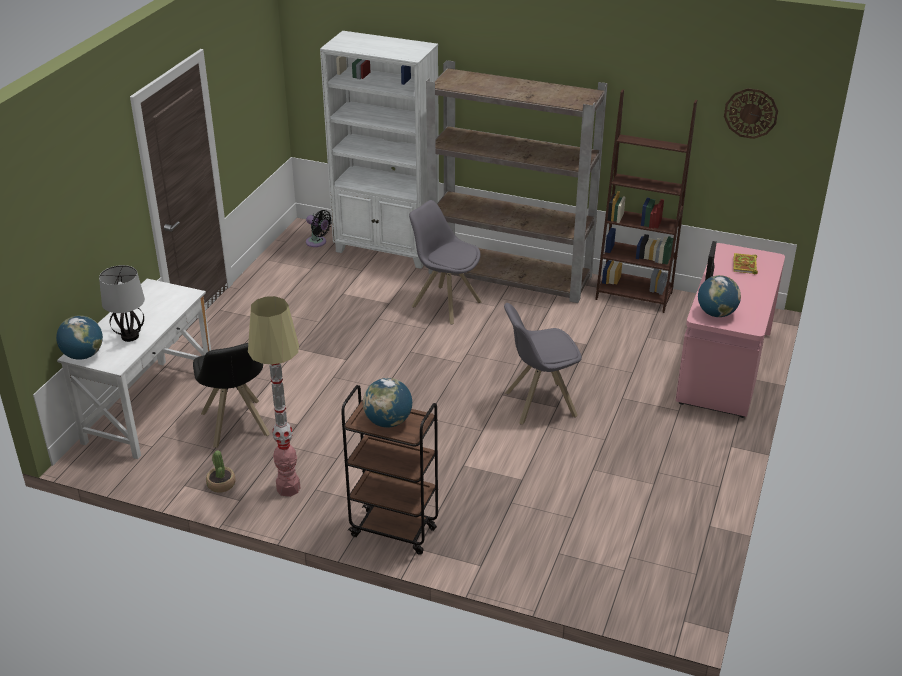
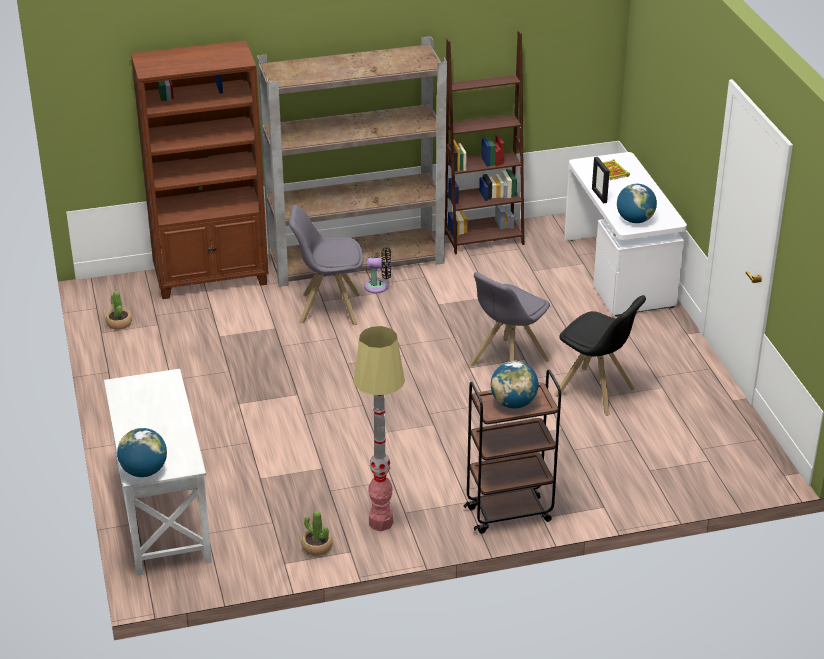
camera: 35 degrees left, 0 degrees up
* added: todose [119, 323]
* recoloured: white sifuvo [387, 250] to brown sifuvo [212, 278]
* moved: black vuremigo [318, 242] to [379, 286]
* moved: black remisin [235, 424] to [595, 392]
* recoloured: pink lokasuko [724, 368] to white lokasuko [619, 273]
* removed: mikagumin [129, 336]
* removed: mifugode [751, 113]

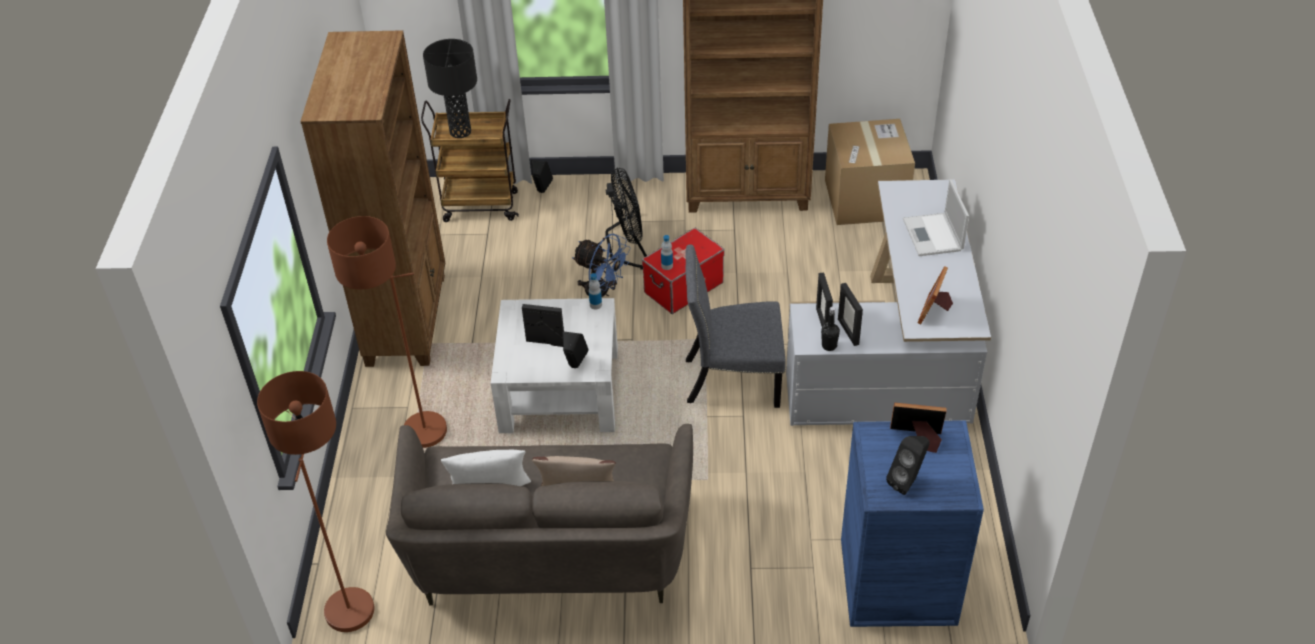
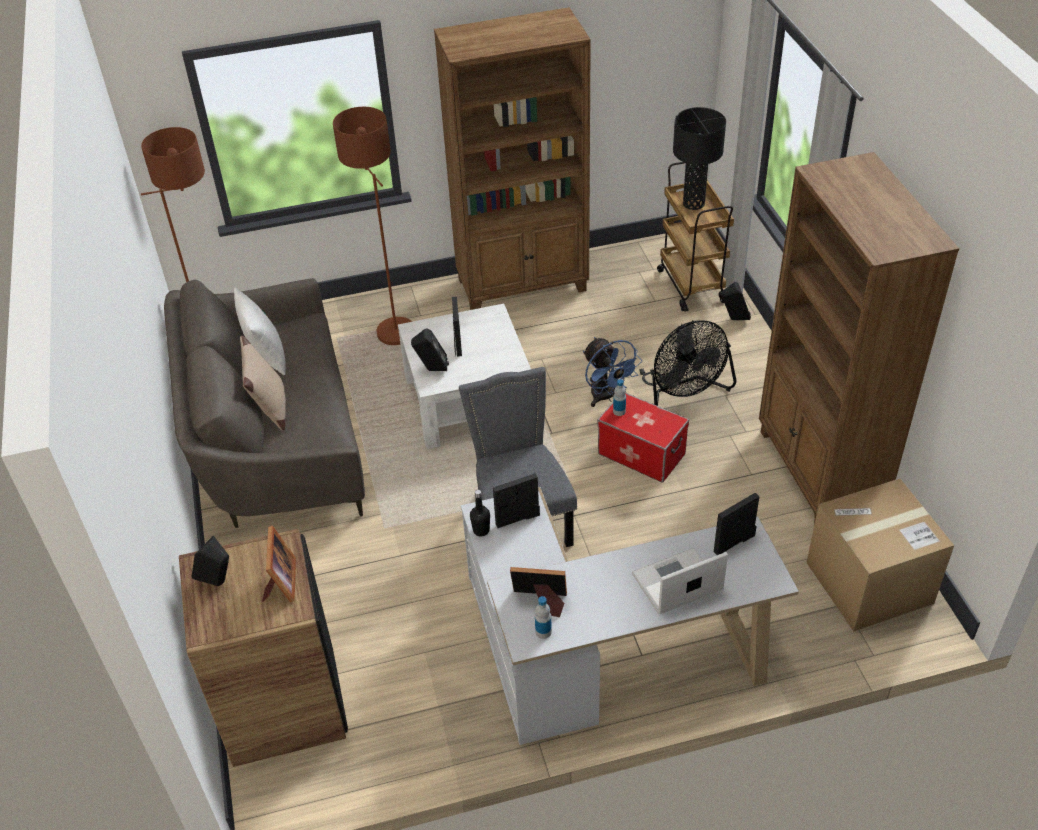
camera: 75 degrees right, 0 degrees up
* recoloured: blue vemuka [897, 580] to brown vemuka [283, 704]
* moved: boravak [595, 305] to [543, 632]
* turned: blue vuremigo [602, 293] = [606, 397] 45 degrees counterclockwise
* moved: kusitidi [849, 331] to [734, 543]

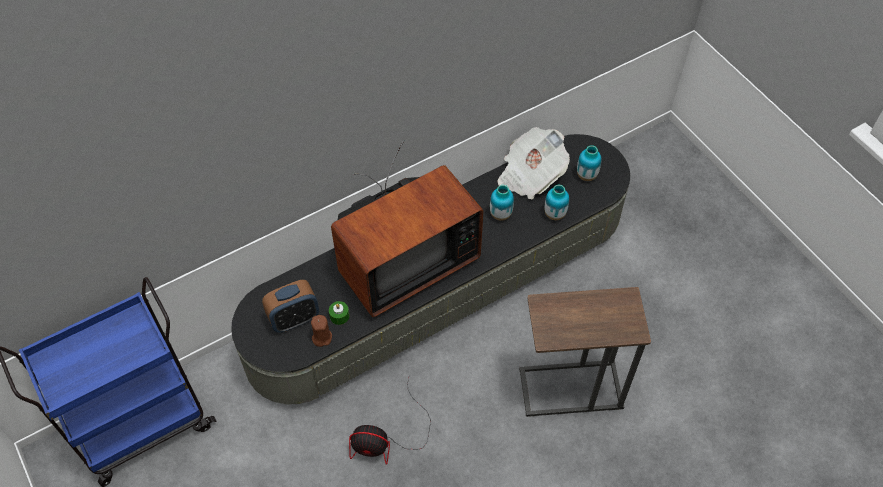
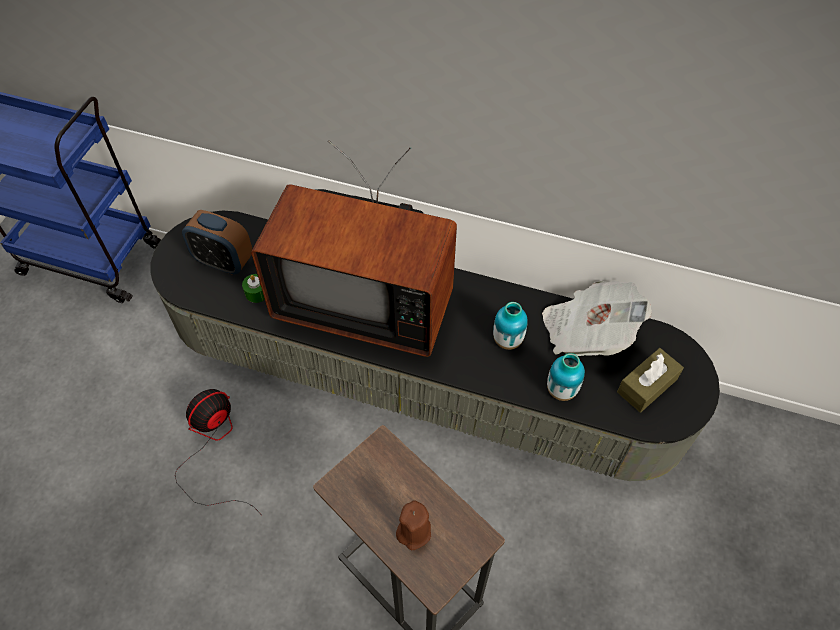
camera: 50 degrees right, 0 degrees up
* turned: vuremigo [387, 439] = [213, 447] 75 degrees clockwise
* moved: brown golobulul [322, 337] to [414, 532]
* replaced: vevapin [586, 176] to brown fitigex [647, 386]

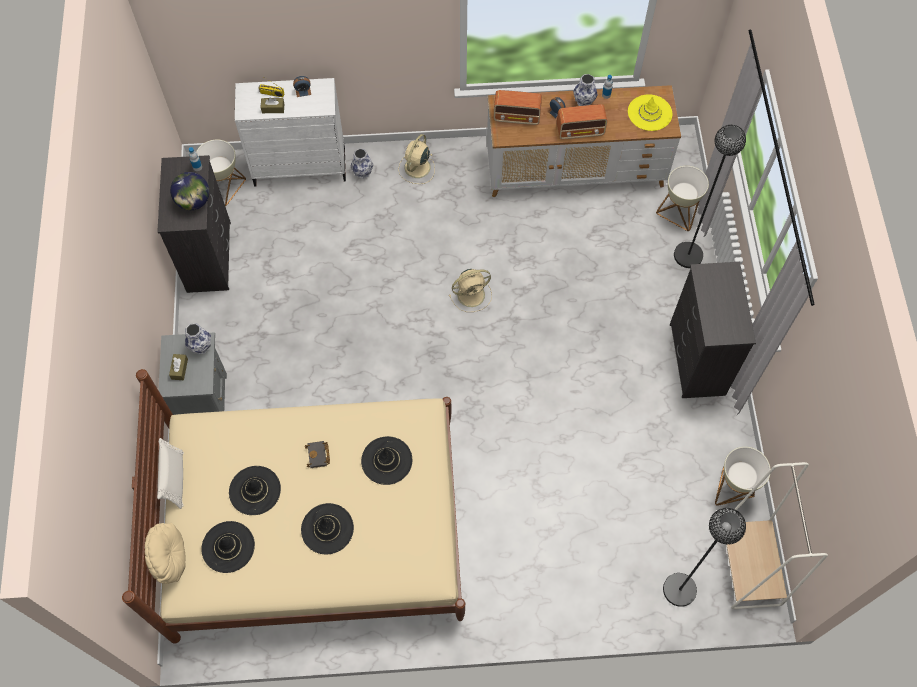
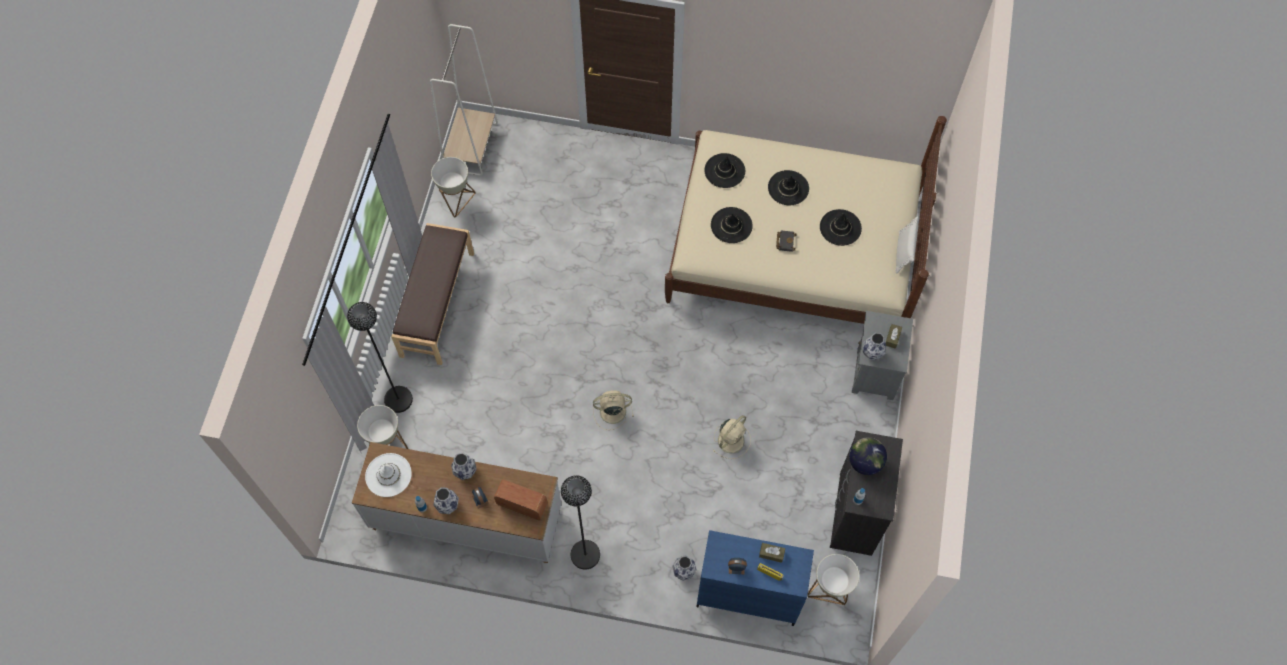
camera: 165 degrees left, 0 degrees up
* recoloured: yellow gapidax [649, 113] to white gapidax [388, 475]
* replaced: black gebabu [696, 360] to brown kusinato [436, 304]
* replaced: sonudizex [580, 131] to vevapin [465, 472]
* moved: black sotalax [679, 590] to [585, 554]
* recoloured: white gebabu [300, 166] to blue gebabu [747, 596]
* moved: black gapidax [228, 547] to [724, 171]
* moved: beige vuremigo [416, 168] to [731, 440]
* removed: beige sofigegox [171, 559]

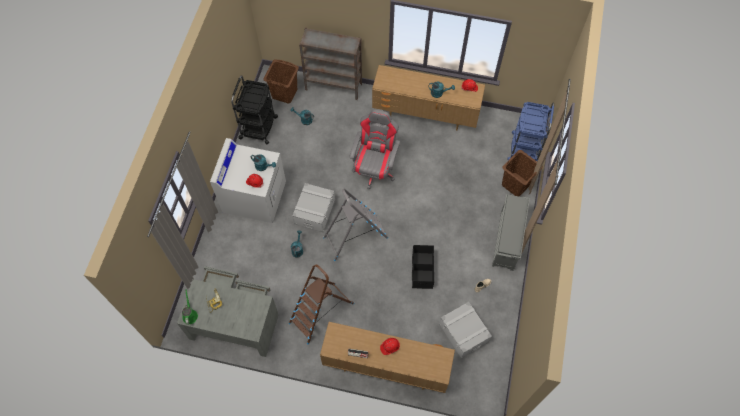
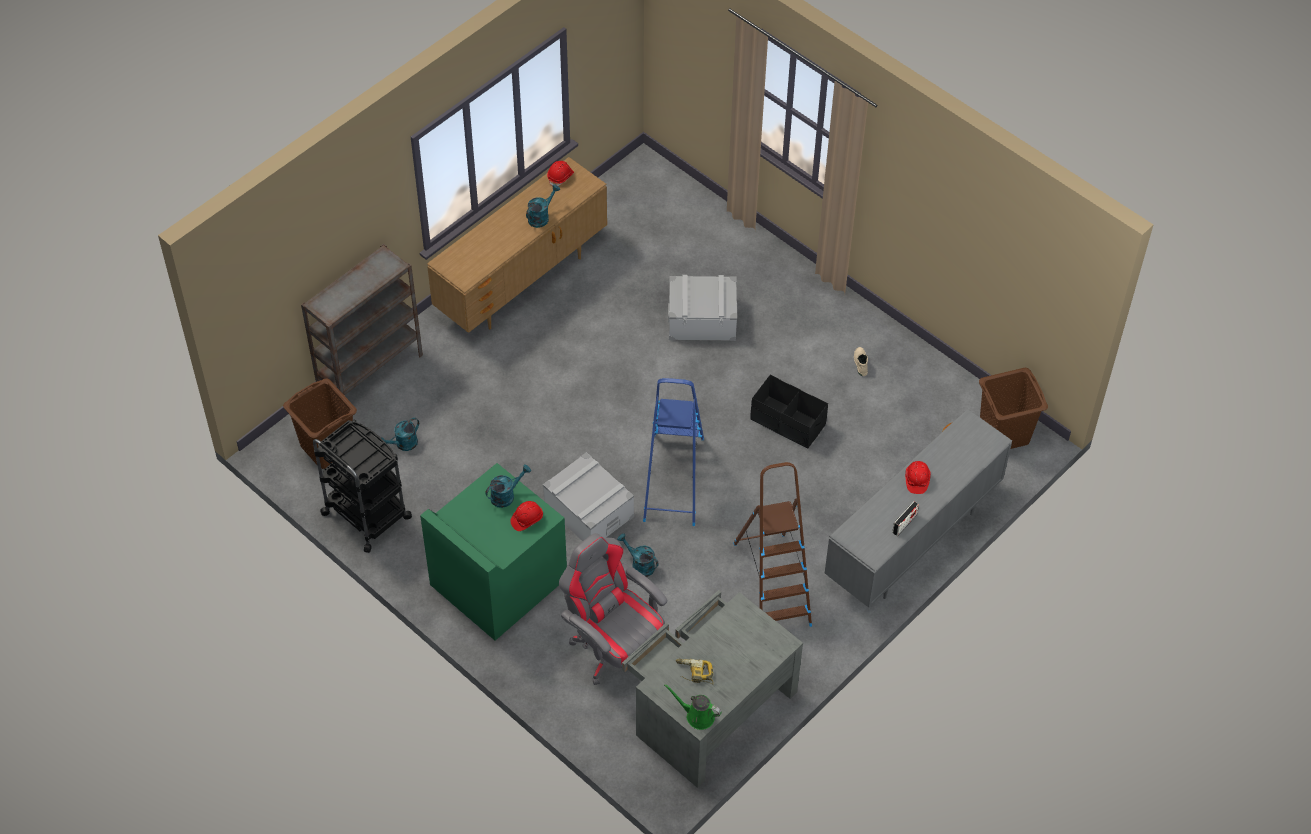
camera: 60 degrees left, 10 degrees down
* recoloured: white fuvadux [254, 196] to green fuvadux [498, 580]
* moved: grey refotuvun [374, 169] to [615, 649]
* recoloured: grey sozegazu [356, 237] to blue sozegazu [673, 478]
* moved: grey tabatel [463, 333] to [702, 319]
* recoloured: brown gebabu [386, 366] to grey gebabu [911, 542]
* moved: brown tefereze [515, 185] to [1004, 433]
* removed: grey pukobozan [507, 241]
* removed: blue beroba [524, 149]

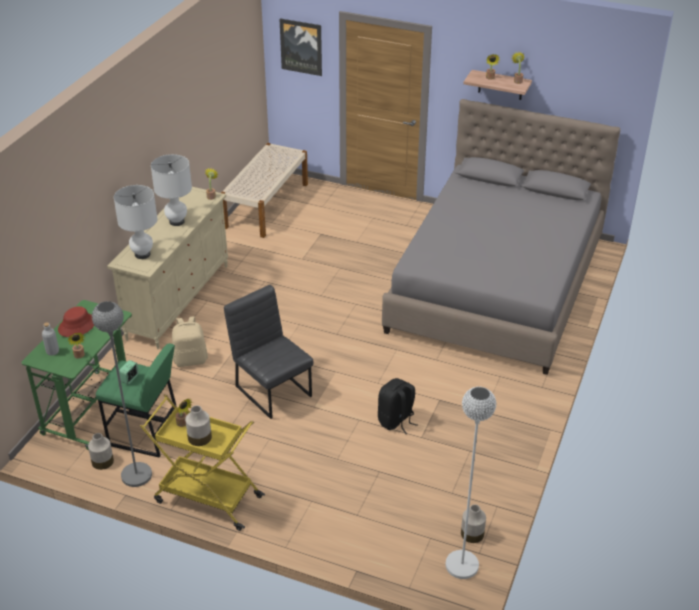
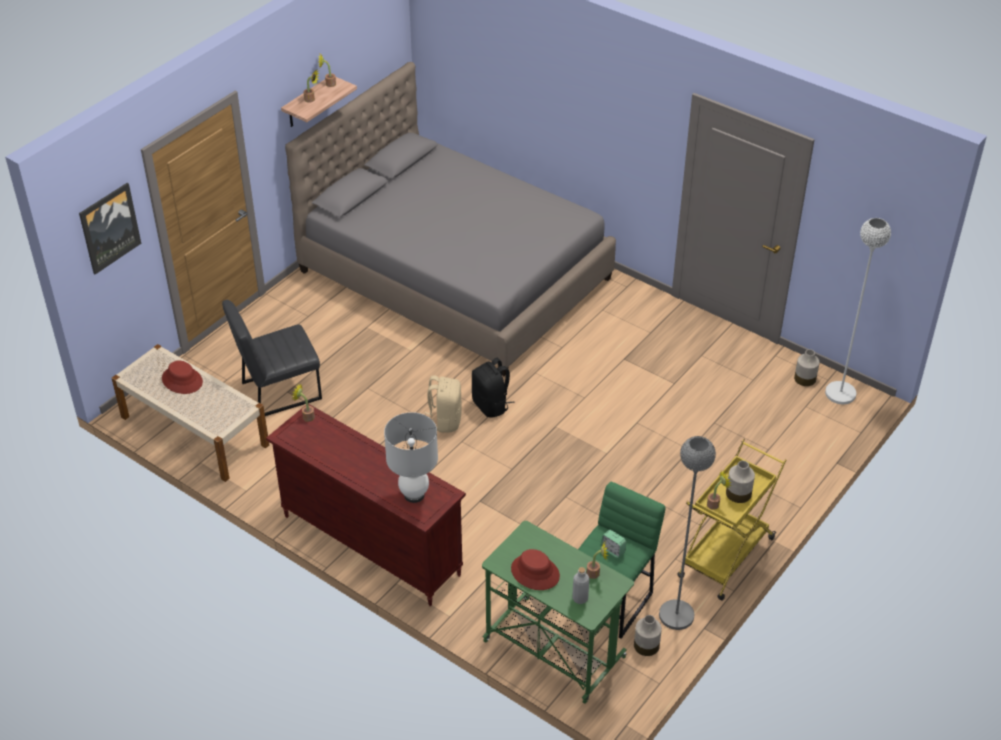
camera: 75 degrees left, 5 degrees up
* added: red gapidax [182, 380]
* moved: grey remisin [272, 389] to [279, 391]
* recoloured: beige gebabu [178, 302] to red gebabu [371, 546]
* moved: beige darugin [191, 360] to [445, 420]
* moved: black darugin [396, 421] to [491, 406]
* removed: white mikagumin [177, 221]

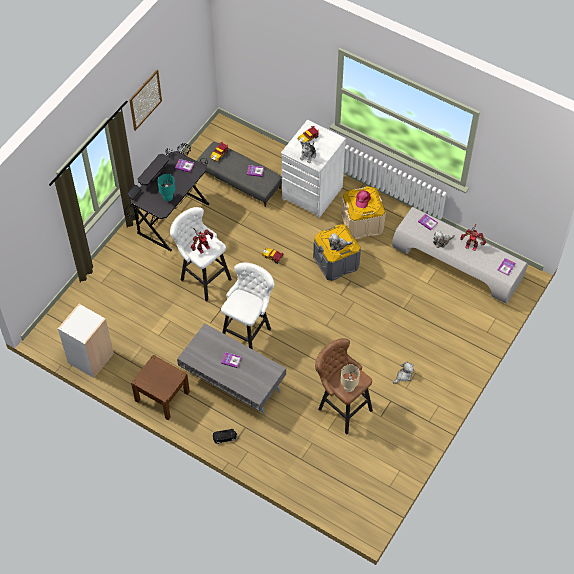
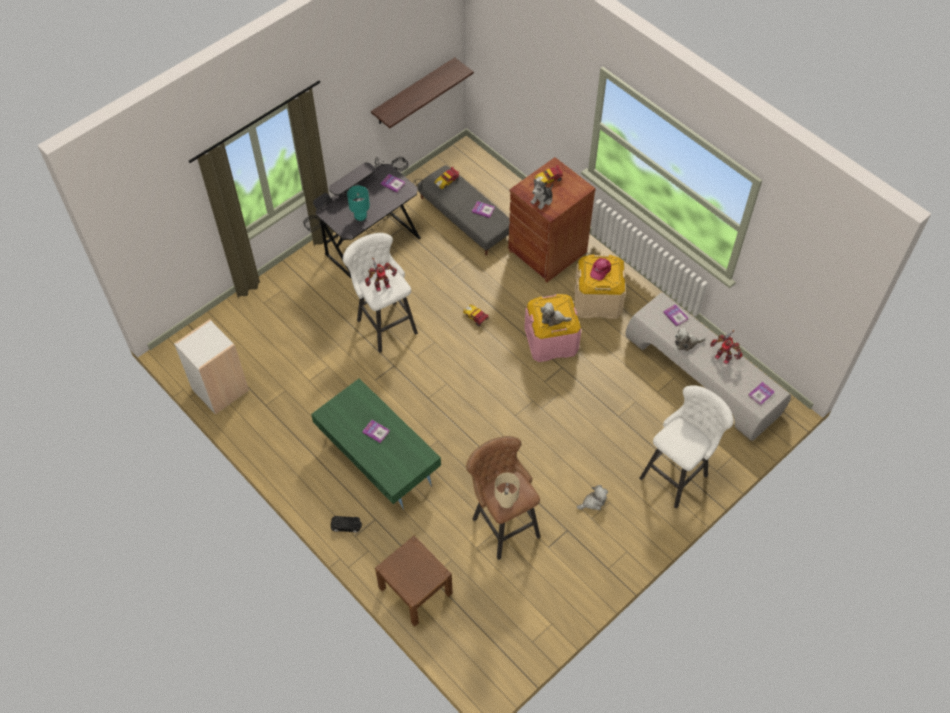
camera: 15 degrees right, 0 degrees up
* recoloured: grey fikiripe [233, 381] to green fikiripe [379, 458]
* added: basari [414, 92]
* moved: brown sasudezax [162, 396] to [415, 590]
* recoloured: white gebabu [312, 194] to brown gebabu [548, 252]
* recoloured: grey tabatel [336, 262] to pink tabatel [551, 341]
* moved: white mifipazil [249, 331] to [678, 472]
* removed: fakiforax [145, 99]

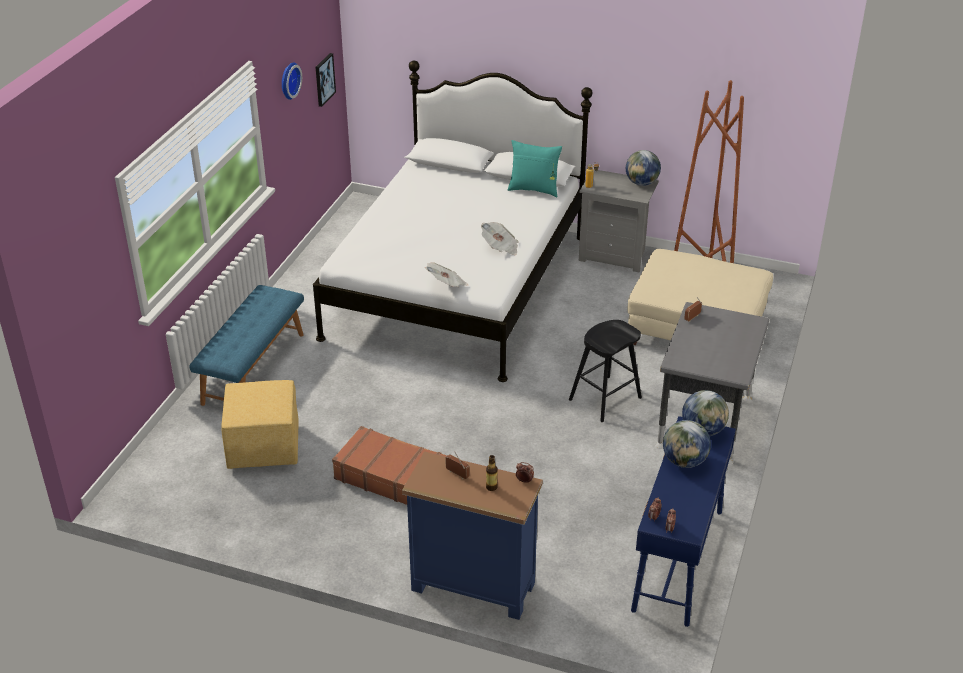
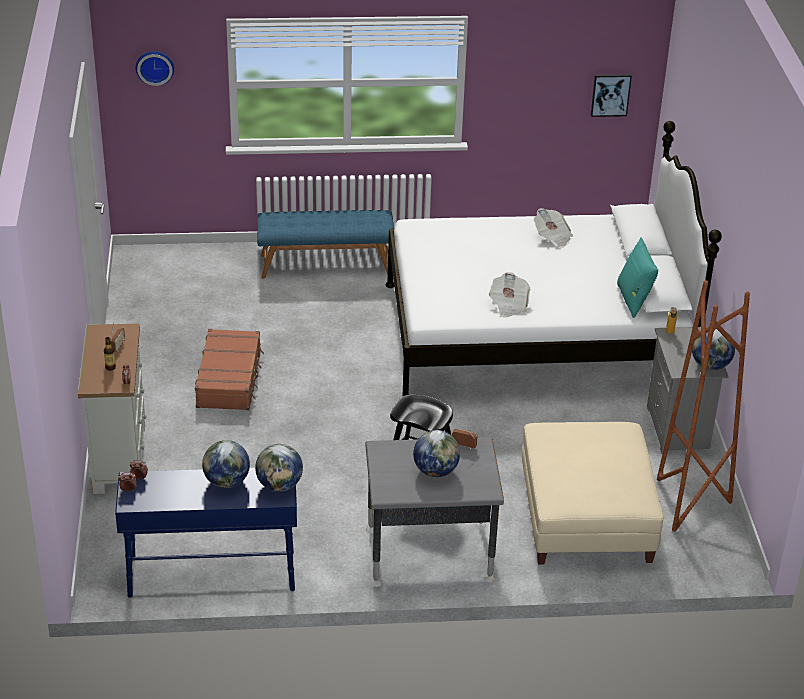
camera: 65 degrees right, 0 degrees up
* recoloured: blue gebabu [472, 586] to white gebabu [120, 458]
* moved: mifugode [288, 80] to [155, 66]
* added: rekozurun [435, 471]
* moved: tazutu [447, 285] to [552, 237]
* removed: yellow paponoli [265, 447]

